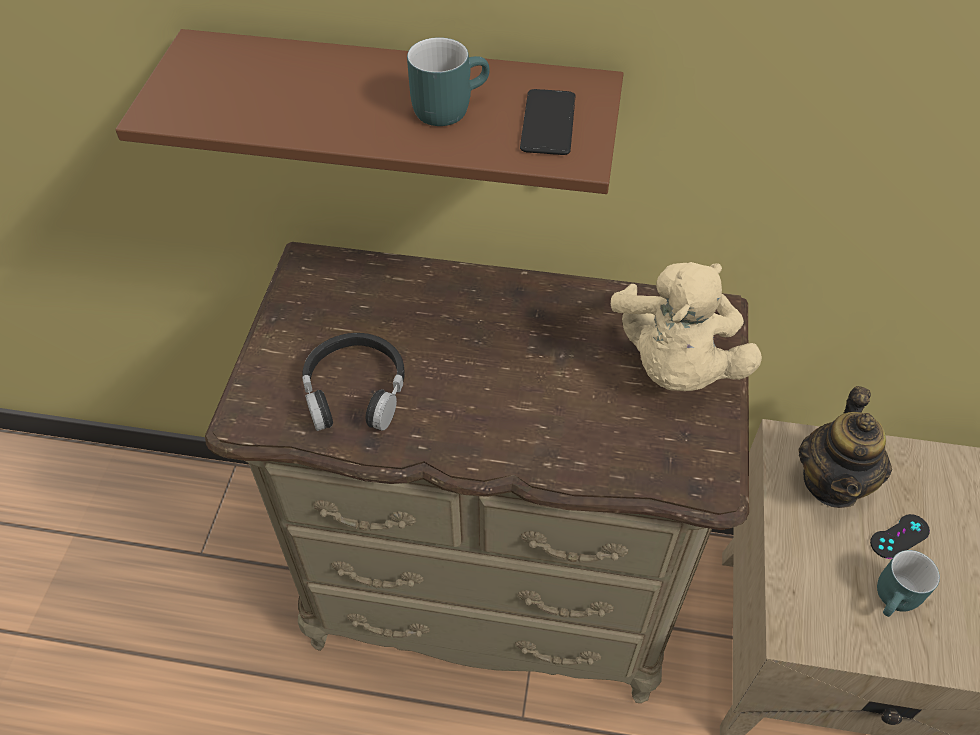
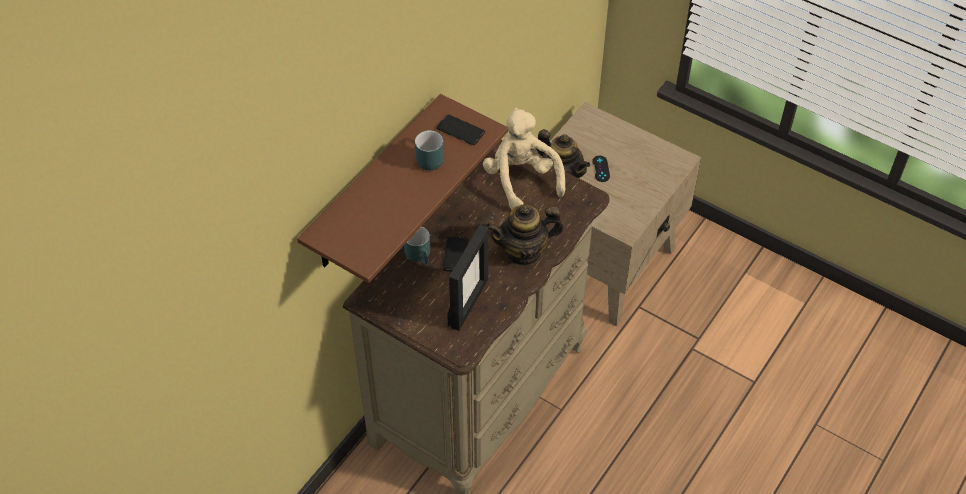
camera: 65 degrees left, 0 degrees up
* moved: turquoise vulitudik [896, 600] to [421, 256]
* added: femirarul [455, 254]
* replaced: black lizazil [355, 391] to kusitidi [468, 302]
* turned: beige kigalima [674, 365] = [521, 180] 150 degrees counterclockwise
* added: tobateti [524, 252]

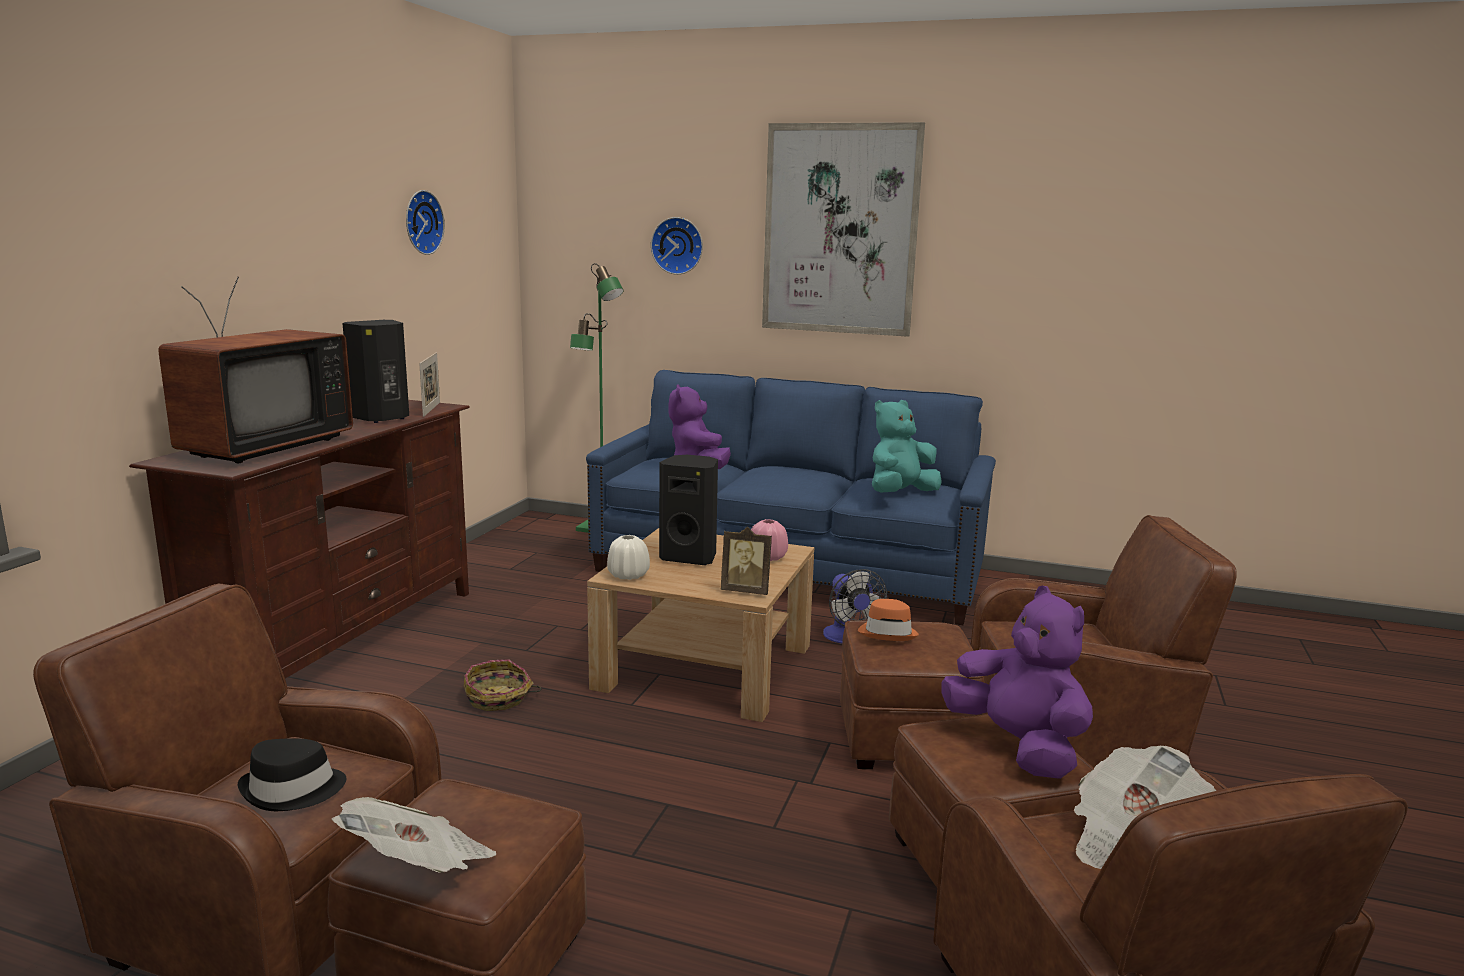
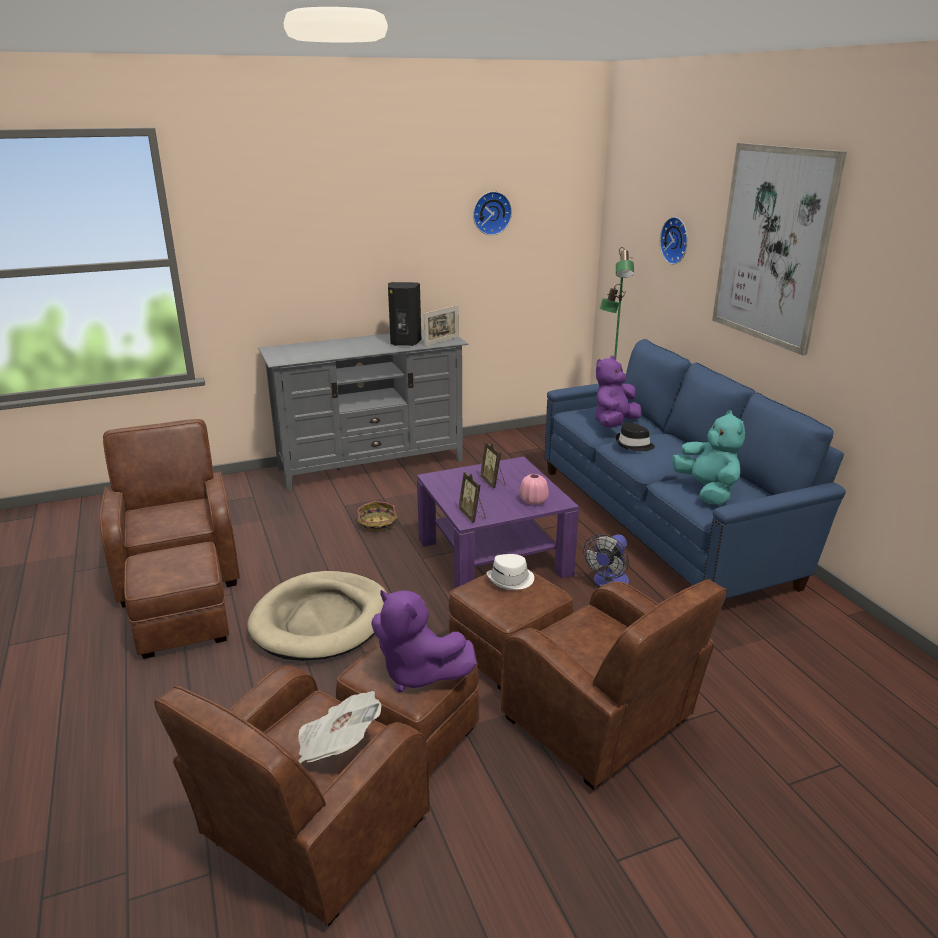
camera: 50 degrees right, 10 degrees up
* added: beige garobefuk [321, 620]
* recoloured: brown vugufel [342, 641] to grey vugufel [371, 464]
* turned: purple kigalima [1017, 746] = [417, 673] 105 degrees clockwise
* recoloured: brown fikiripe [705, 666] to purple fikiripe [493, 557]
* replaced: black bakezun [690, 557] to kusitidi [493, 482]
* recoloured: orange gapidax [888, 633] to white gapidax [511, 579]
* moved: black gapidax [293, 790] to [634, 444]
* turned: turquoise kigalima [900, 494] = [707, 491] 60 degrees clockwise
* removed: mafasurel [258, 447]
* removed: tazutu [420, 868]
* removed: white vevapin [628, 575]

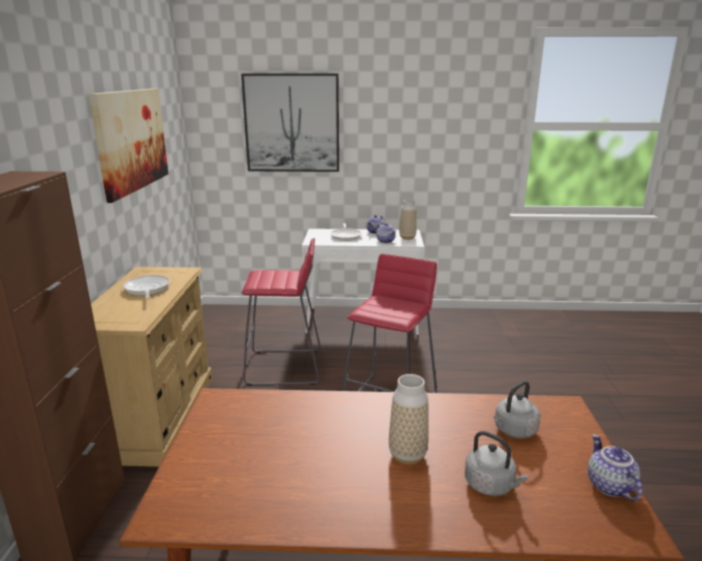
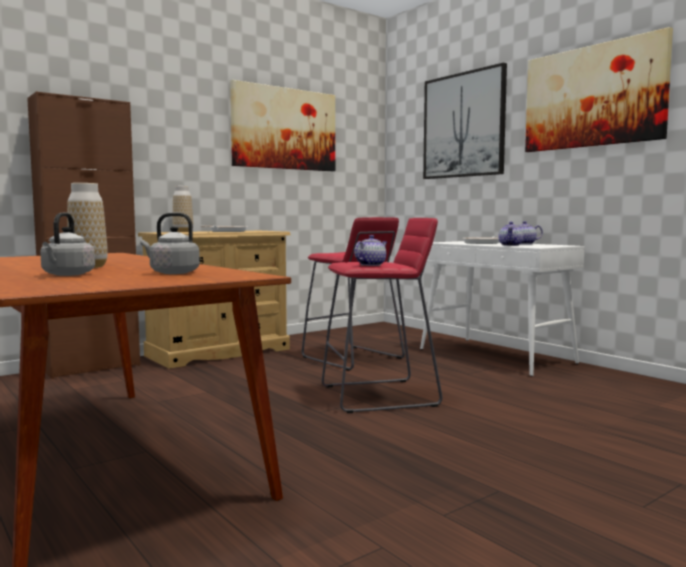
camera: 50 degrees right, 15 degrees down
* moved: vevapin [407, 238] to [183, 231]
* moved: tobateti [608, 485] to [370, 265]
* added: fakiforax [593, 96]

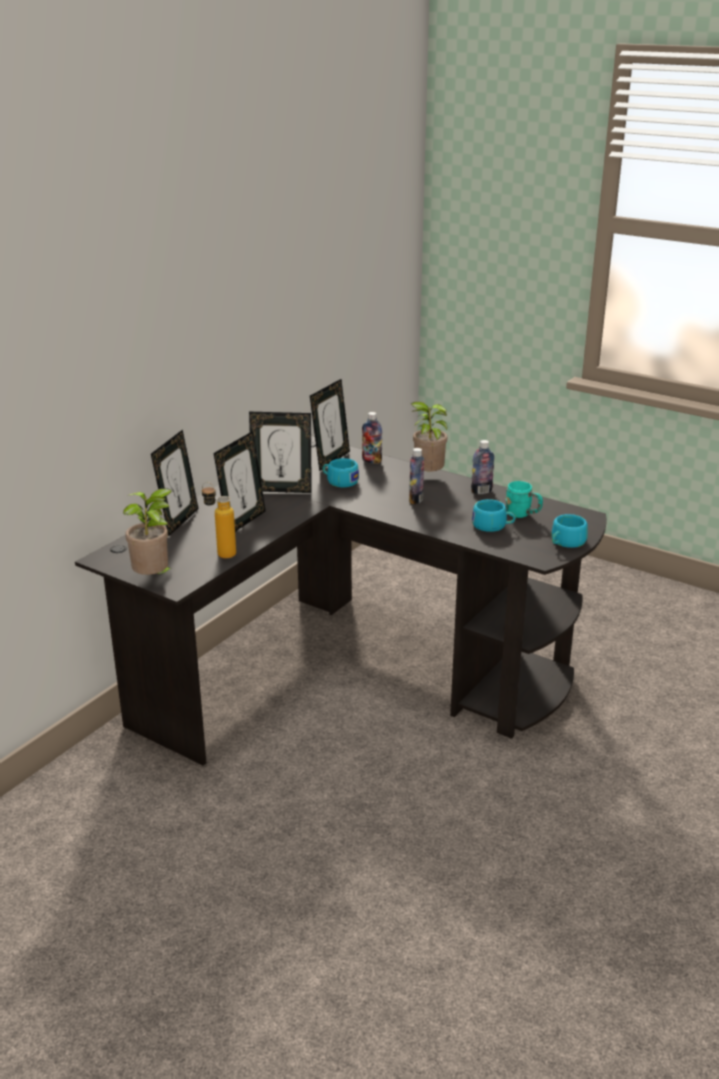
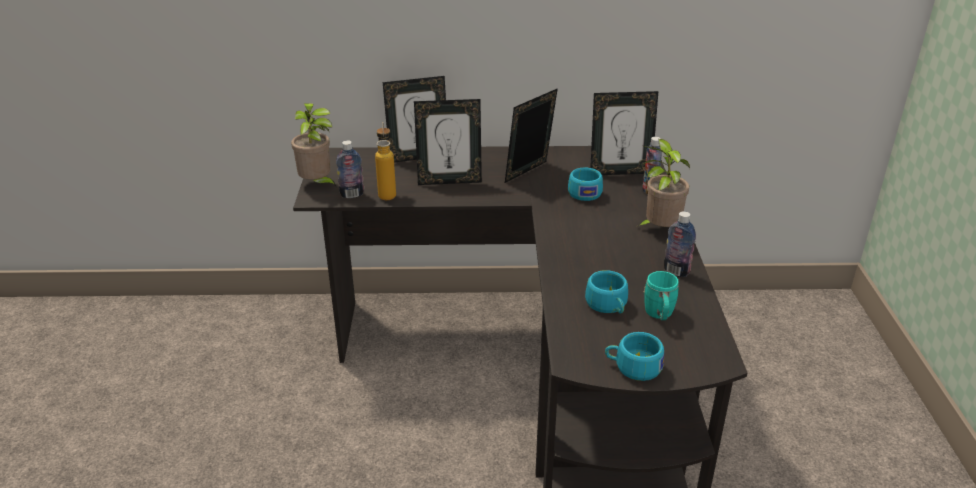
camera: 55 degrees right, 5 degrees up
* moved: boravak [416, 500] to [352, 194]
* turned: kusitidi [282, 490] = [529, 174] 75 degrees clockwise

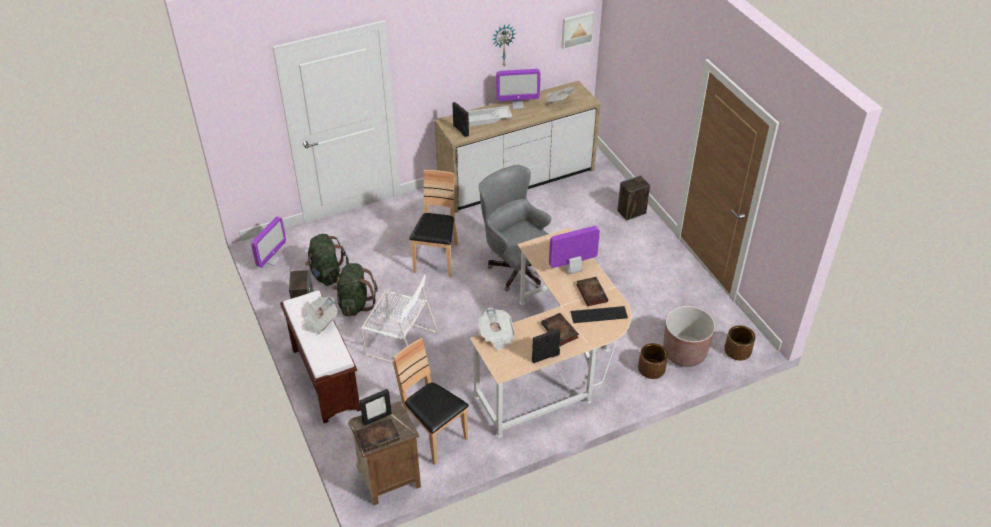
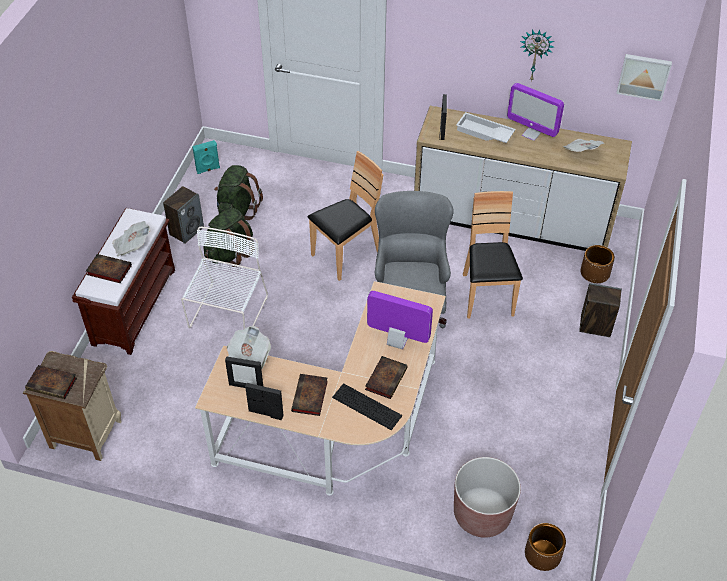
camera: 40 degrees right, 5 degrees up
* added: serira [108, 270]
* turned: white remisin [399, 342] = [227, 314] 135 degrees counterclockwise
* replaced: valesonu [272, 260] to turquoise bakezun [208, 170]
* moved: kusitidi [377, 418] to [246, 385]
* moved: brown remisin [433, 435] to [486, 295]
* moved: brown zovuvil [651, 369] to [595, 273]

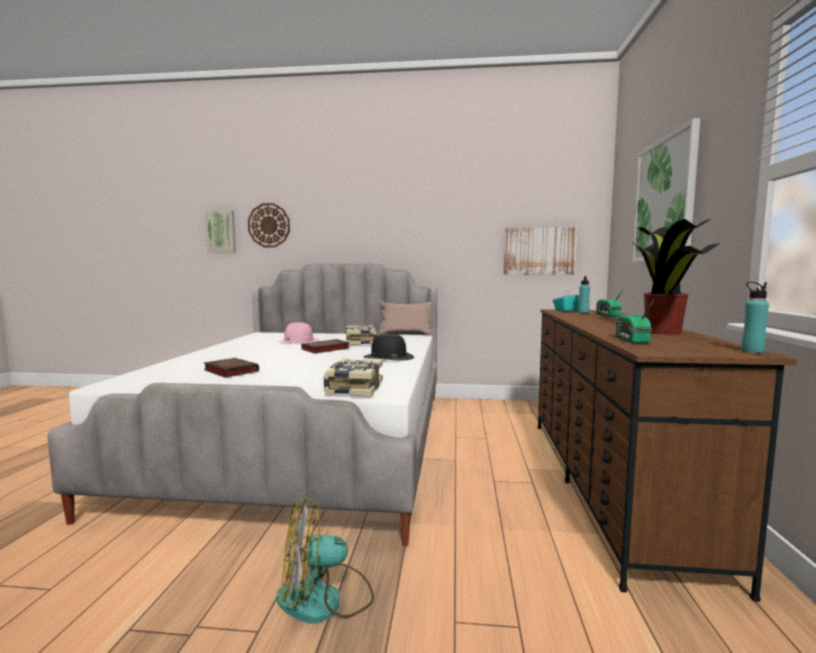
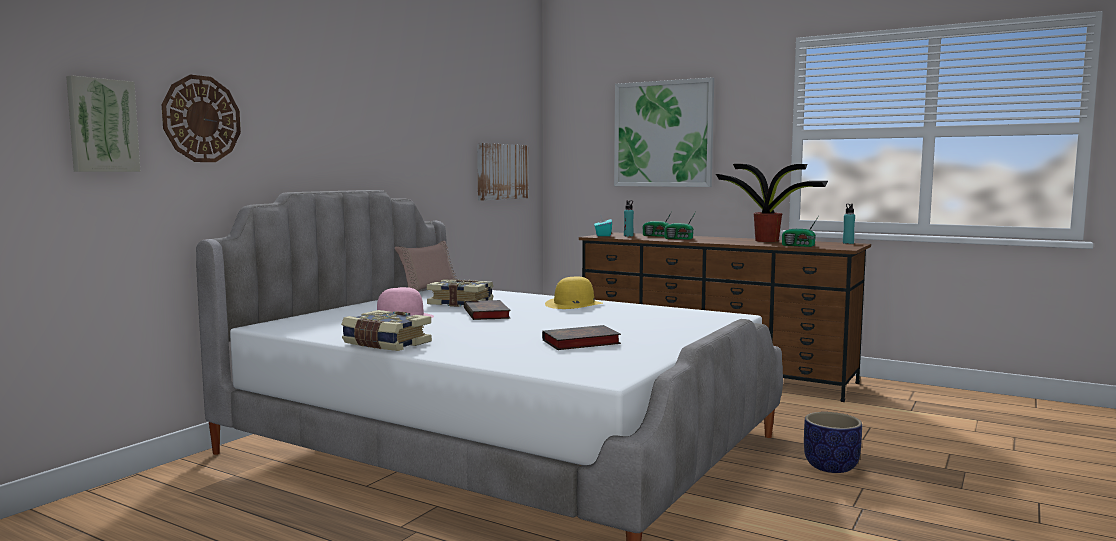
camera: 65 degrees left, 0 degrees up
* moved: serira [353, 388] to [385, 344]
* recoloured: black gapidax [388, 357] to yellow gapidax [574, 304]
* added: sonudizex [679, 238]
* replaced: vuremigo [324, 599] to zovuvil [831, 467]

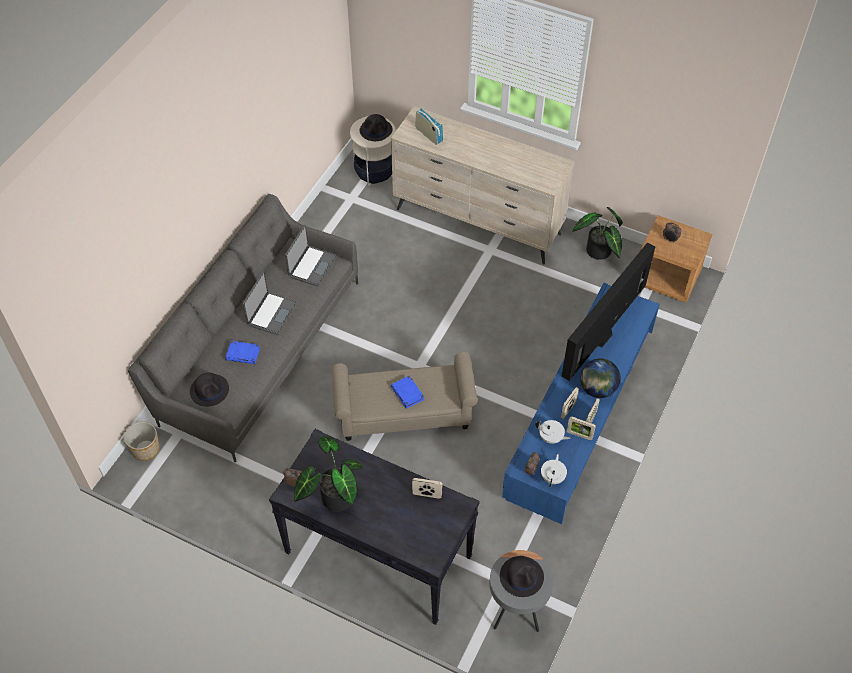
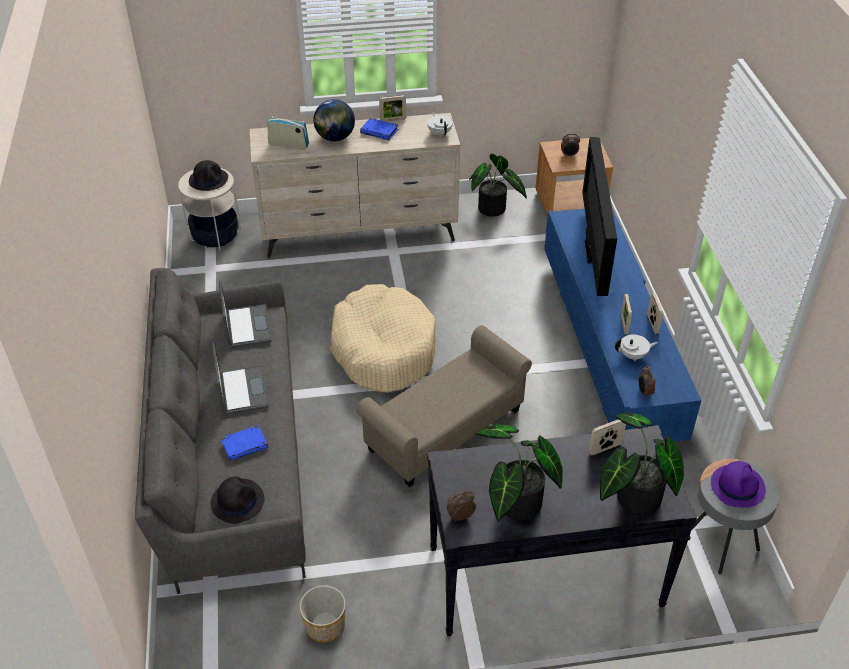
camera: 35 degrees left, 10 degrees down
* moved: zovuvil [146, 449] to [325, 625]
* moved: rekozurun [597, 389] to [335, 138]
* added: beige garobefuk [383, 349]
* moved: blue serira [408, 393] to [380, 131]
* moved: kusitidi [579, 435] to [393, 120]
* moved: white tobateti [553, 477] to [439, 133]
* added: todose [633, 498]
* recoloured: black gapidax [522, 576] to purple gapidax [737, 486]

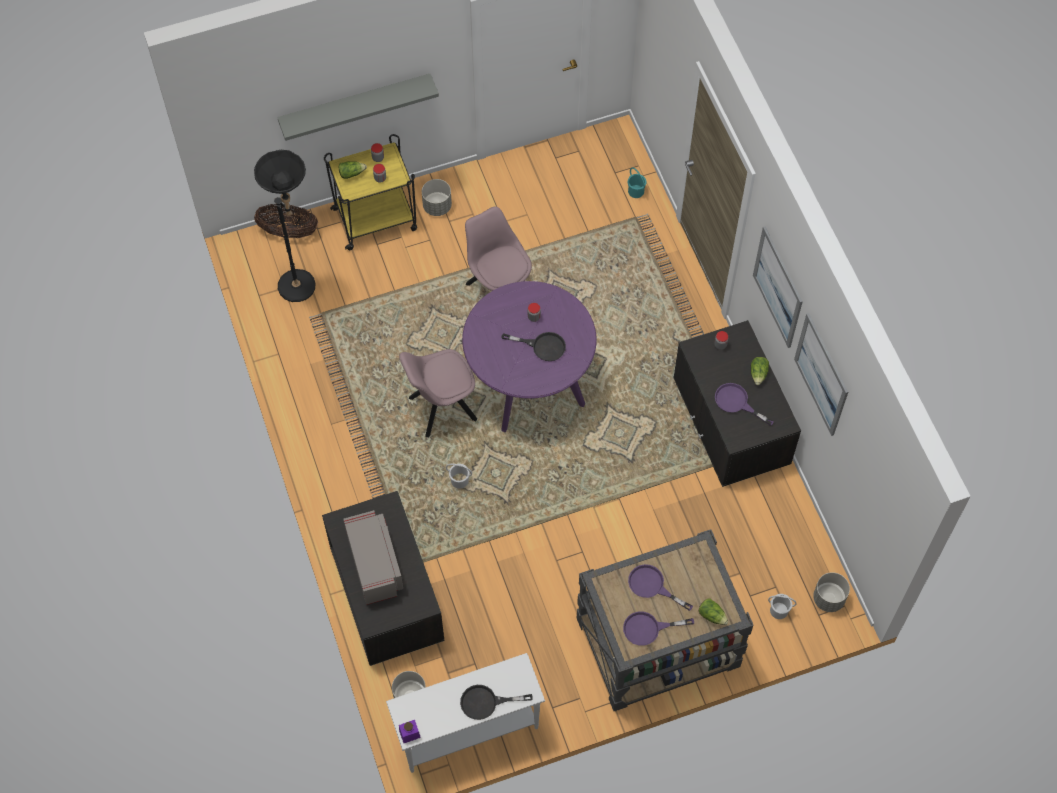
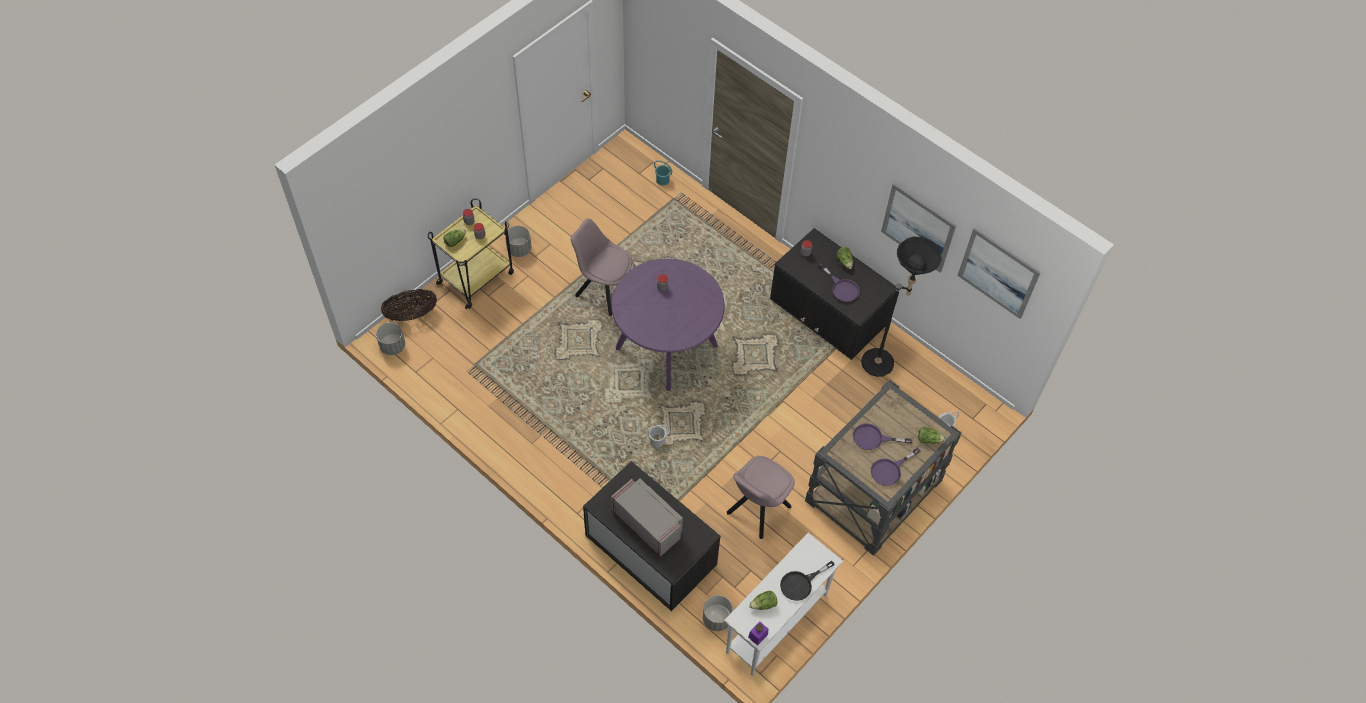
camera: 30 degrees left, 5 degrees down
* moved: grey zovuvil [828, 599] to [392, 346]
* moved: pink remisin [441, 408] to [758, 509]
* added: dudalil [763, 604]
* turned: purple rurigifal [736, 402] = [842, 288] 135 degrees counterclockwise
* moved: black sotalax [303, 291] to [884, 364]
* moved: fakiforax [778, 287] to [998, 273]
* removed: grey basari [355, 104]
* removed: black rurigifal [542, 346]

